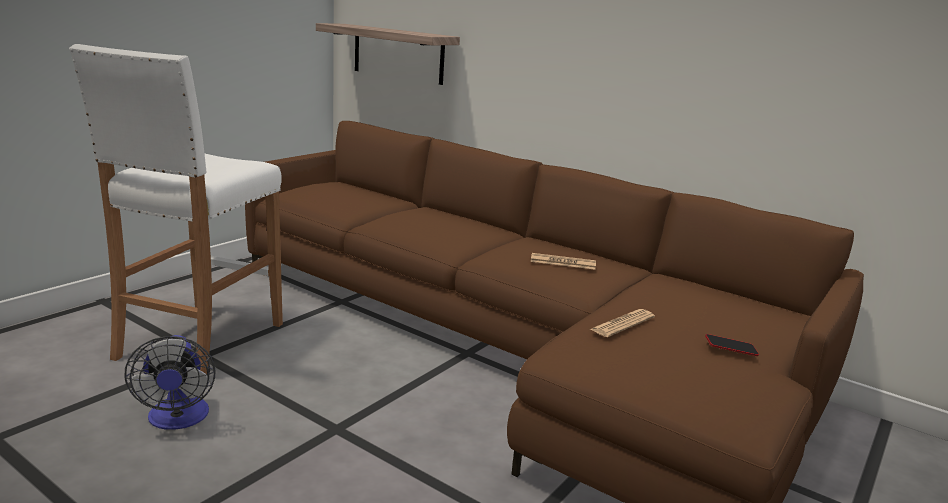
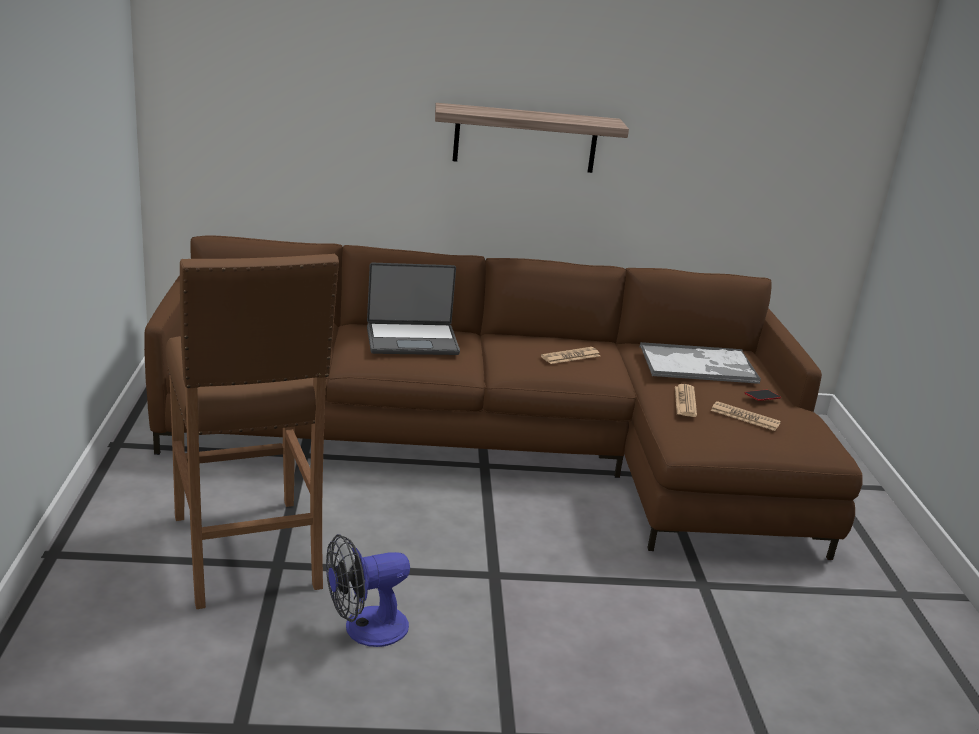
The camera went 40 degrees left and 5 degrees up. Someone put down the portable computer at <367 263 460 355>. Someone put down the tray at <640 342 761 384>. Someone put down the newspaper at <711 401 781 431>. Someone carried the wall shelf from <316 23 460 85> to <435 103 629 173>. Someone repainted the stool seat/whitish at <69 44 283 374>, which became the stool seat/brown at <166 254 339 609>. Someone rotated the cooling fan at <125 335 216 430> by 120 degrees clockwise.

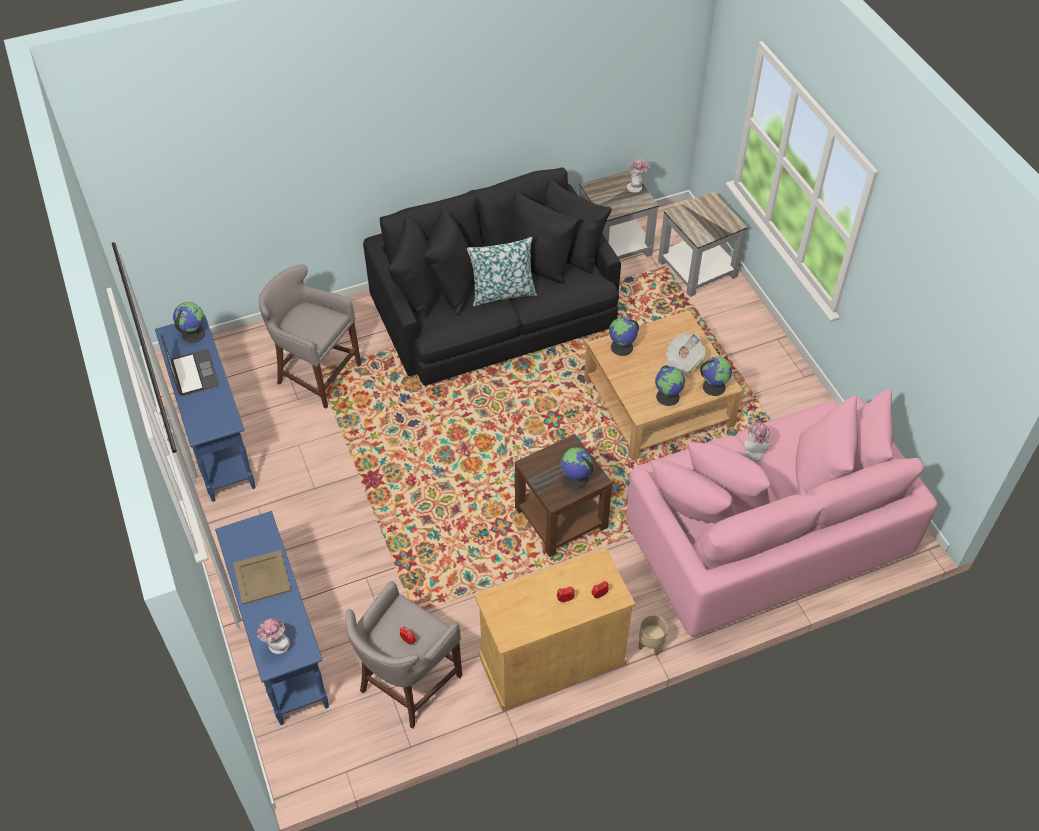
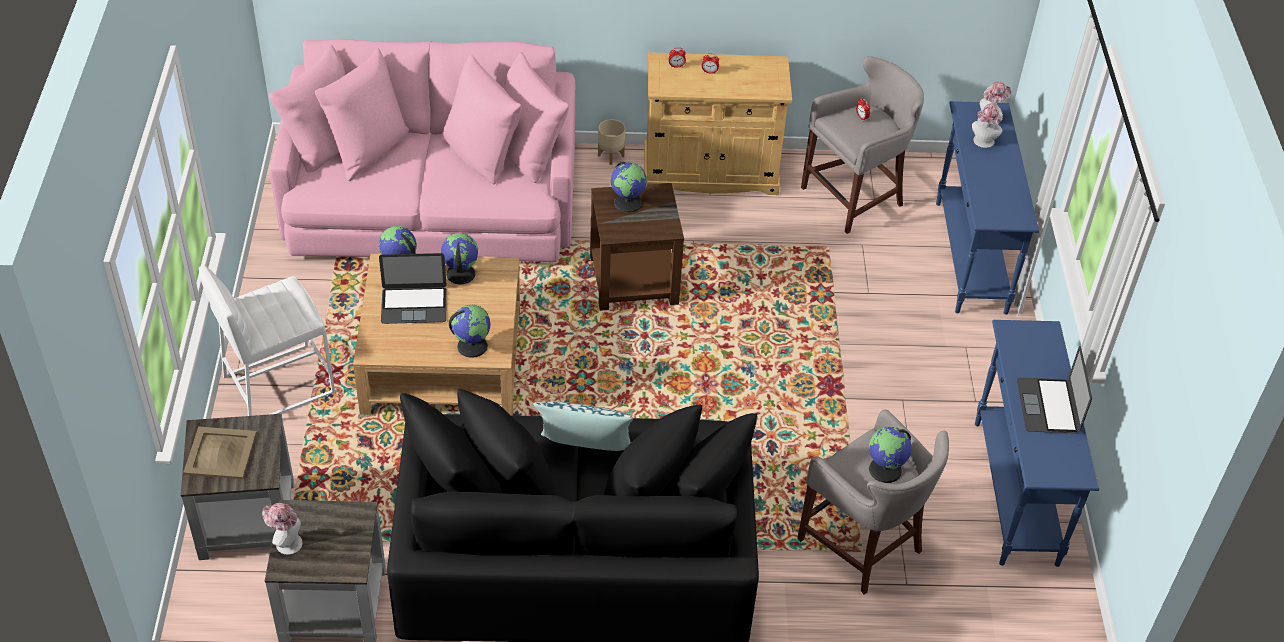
The camera went 160 degrees left and 5 degrees down. Someone put down the stool seat/whitish at <199 265 335 416>. Someone carried the globe from <173 302 206 343> to <869 427 912 483>. Someone carried the tray/beige-coloured from <233 550 291 605> to <183 426 257 479>. Someone carried the hat from <744 421 770 461> to <972 104 1003 148>. Someone swapped the newspaper at <664 334 706 376> for the portable computer at <379 253 447 324>.

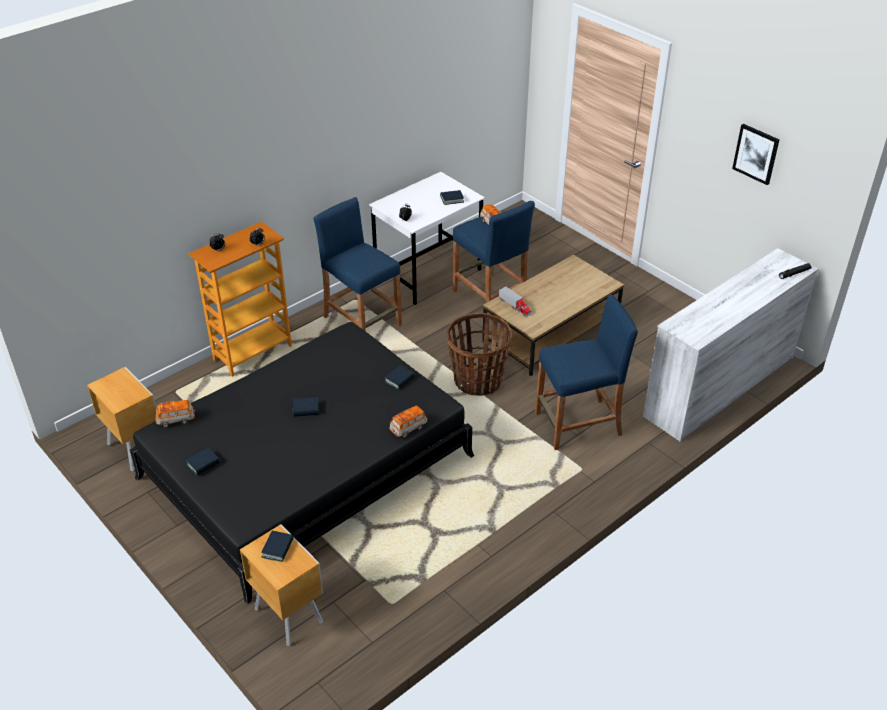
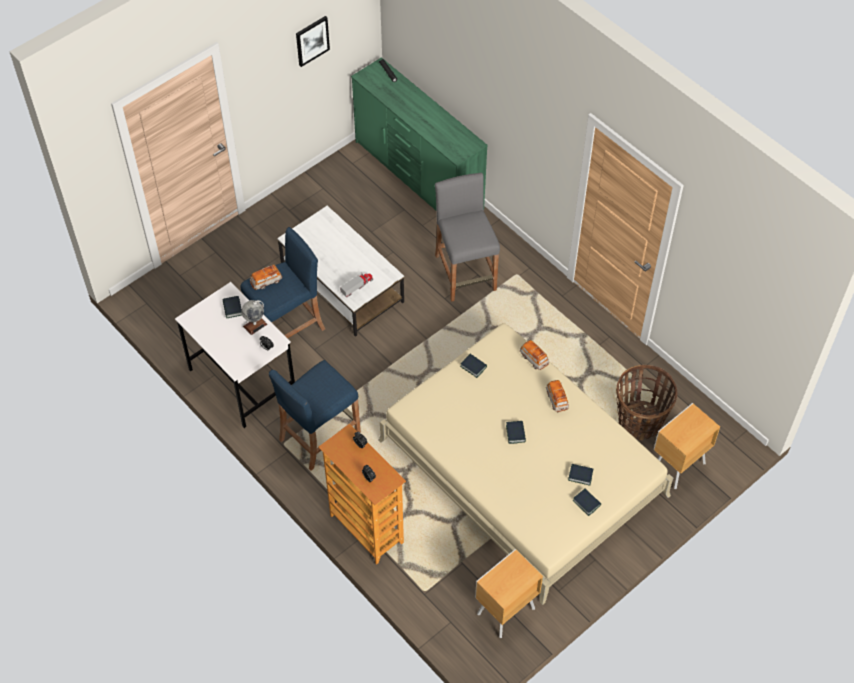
The camera went 90 degrees left and 15 degrees up. Someone put down the globe at <242 300 267 335>. Someone carried the model car from <155 400 195 428> to <546 380 569 413>. Someone carried the book from <261 531 294 562> to <568 464 593 486>. Someone carried the household basket from <447 313 512 396> to <616 365 677 441>. Someone repainted the bed/black at <130 322 474 604>, which became the bed/beige-coloured at <378 323 673 605>. Someone repainted the low table/brown at <482 255 624 376>, which became the low table/whitish at <277 206 404 337>. Someone repainted the stool seat/bluish at <535 294 638 450>, which became the stool seat/gray at <435 173 500 302>. Someone repainted the dresser/whitish at <643 248 818 441>, which became the dresser/green at <351 57 488 210>.

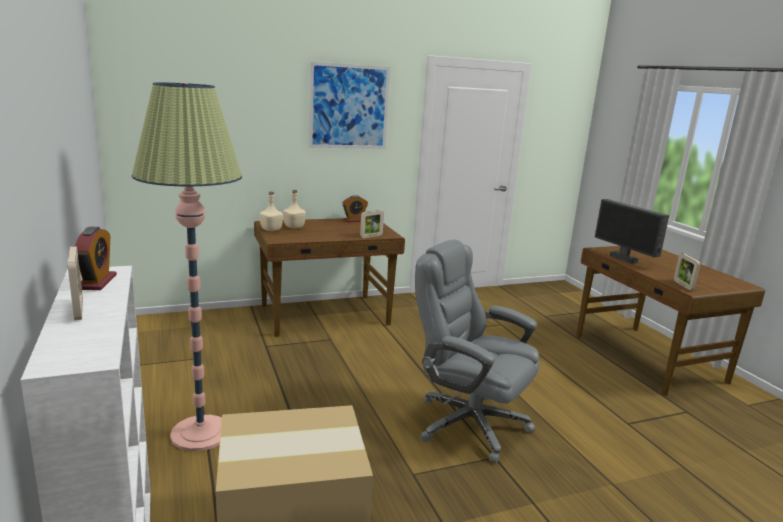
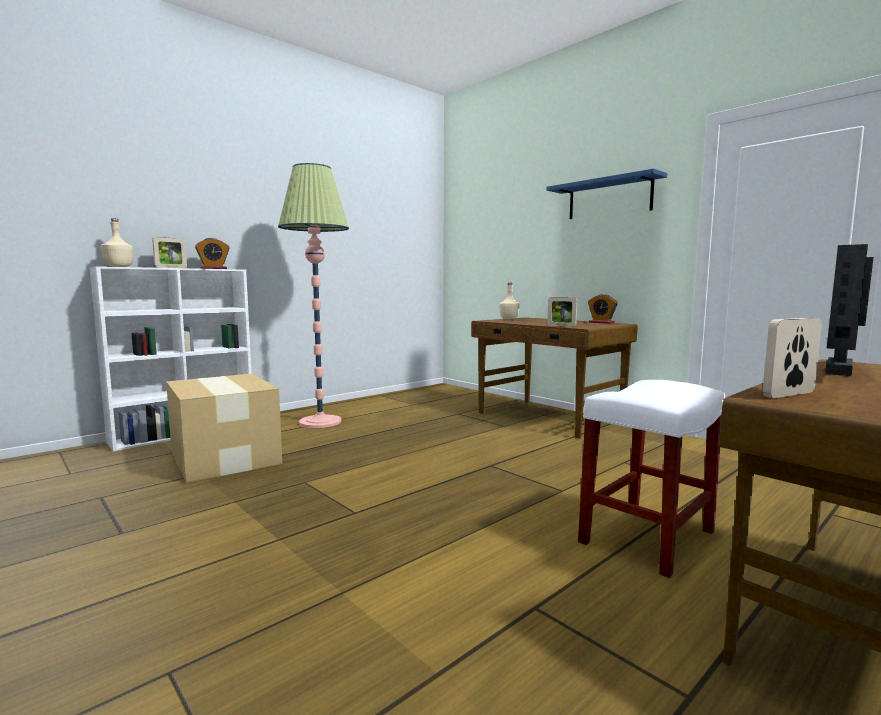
The camera went 70 degrees right and 10 degrees down. Someone took away the office chair/gray at <415 240 540 463>. Someone put down the stool seat/whitish at <578 380 725 578>. Someone carried the drink bottle/beige-coloured from <283 190 306 228> to <100 218 133 267>. Someone swapped the picture at <309 62 390 149> for the wall shelf/bluish at <546 169 667 219>.

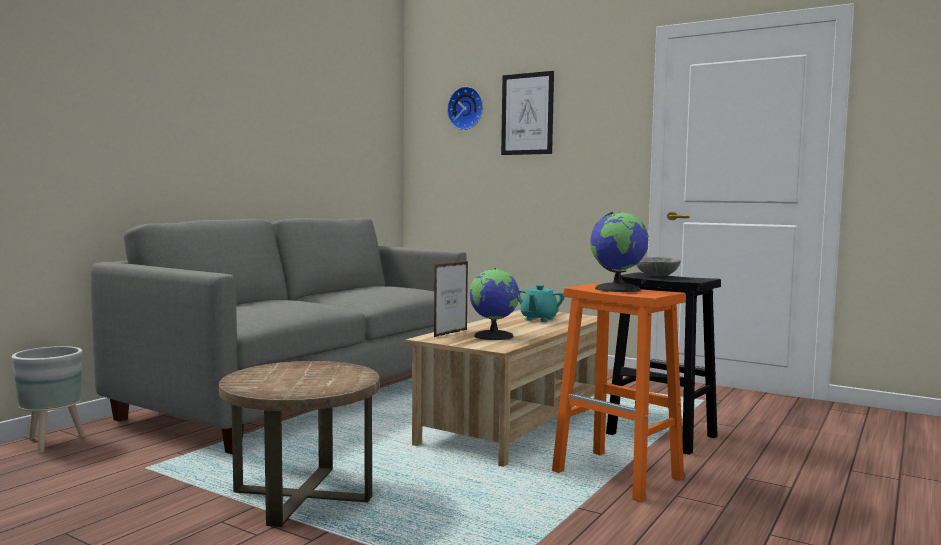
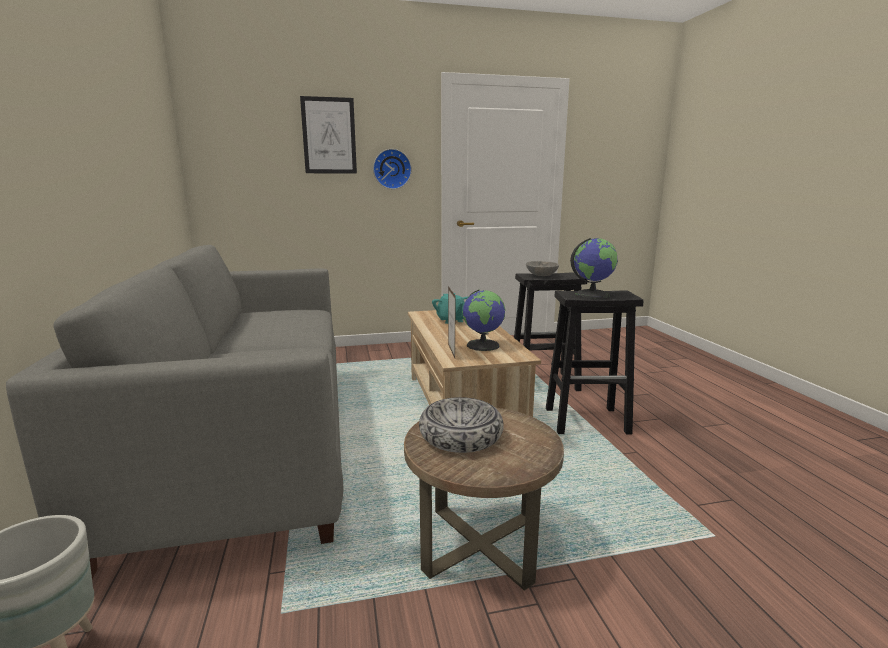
The camera went 45 degrees left and 10 degrees up. Someone put down the serving bowl at <419 397 504 453>. Someone carried the hanging clock from <447 86 483 130> to <373 149 412 189>. Someone repainted the stool seat/orangey at <552 283 686 502>, which became the stool seat/black at <546 290 644 435>.

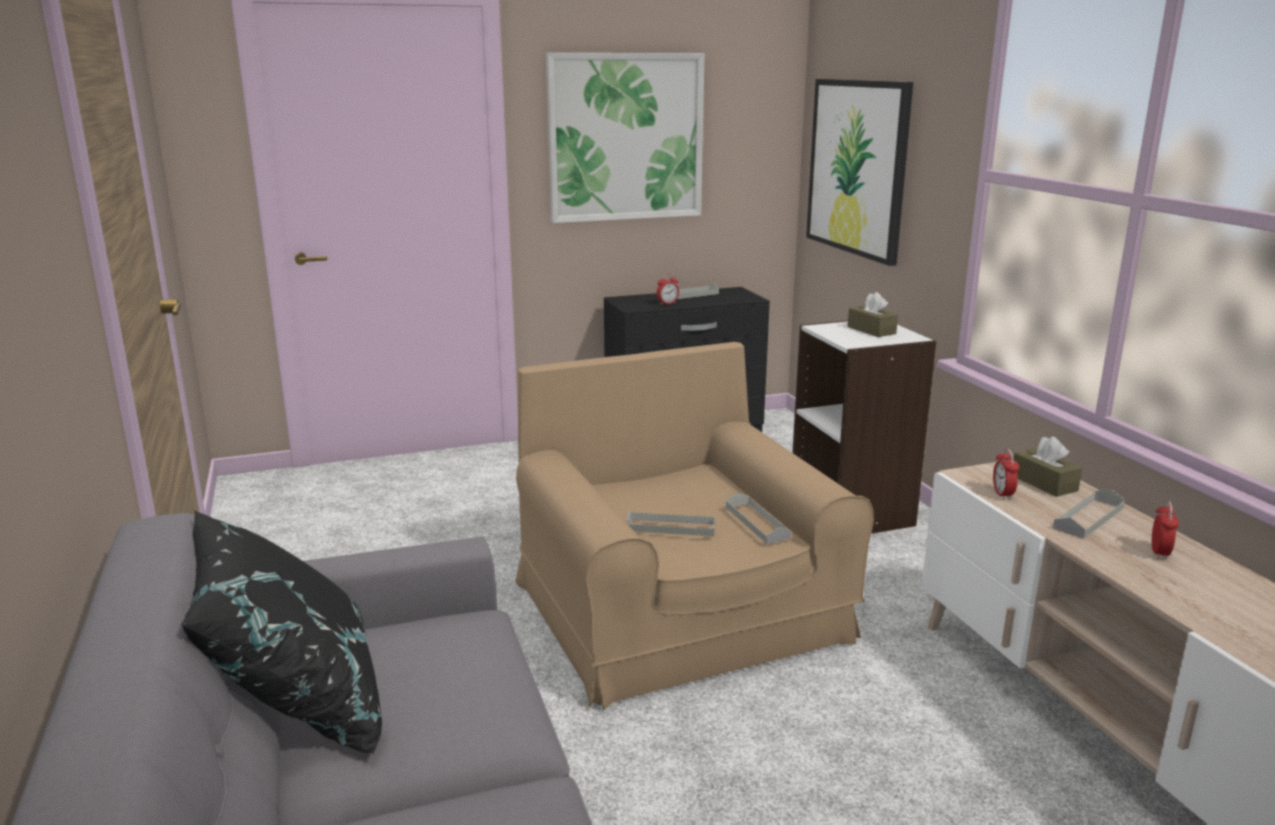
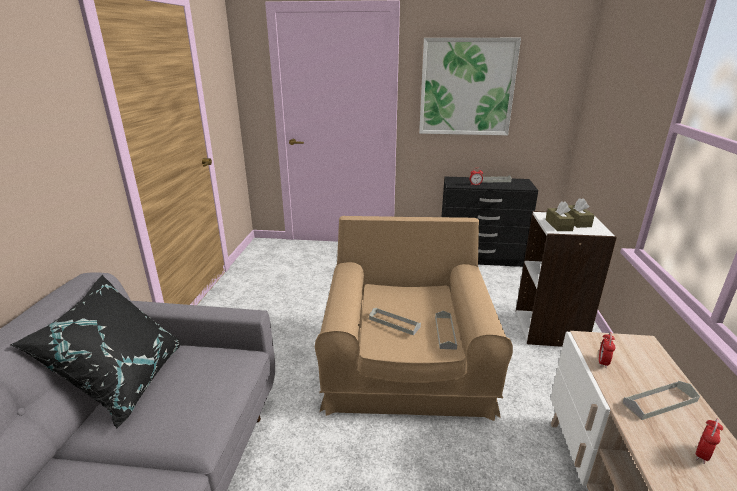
The camera went 25 degrees right and 5 degrees up. Someone took away the picture at <806 79 913 266>. Someone carried the tissue box/brown from <1014 436 1082 497> to <546 201 575 231>.

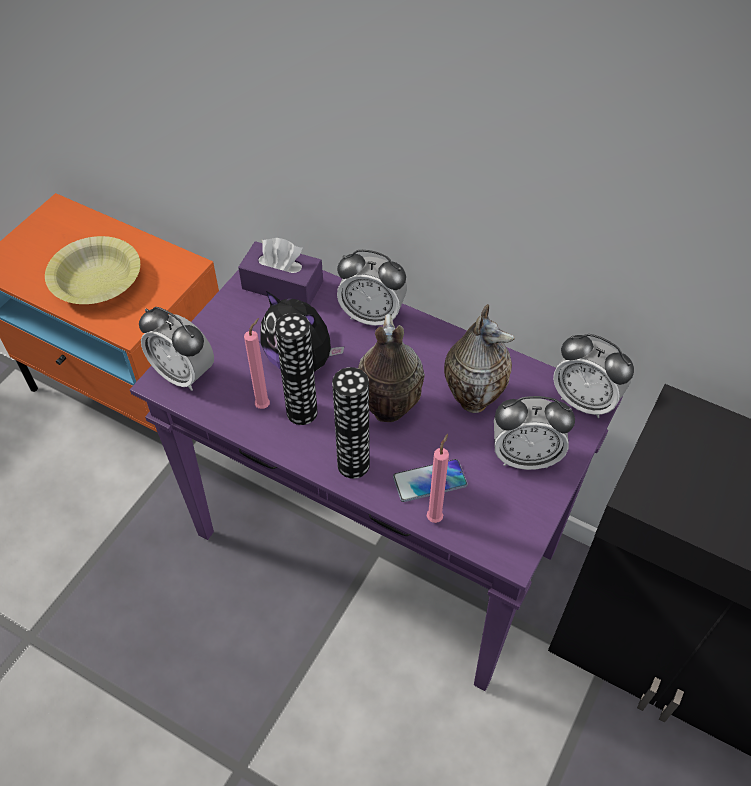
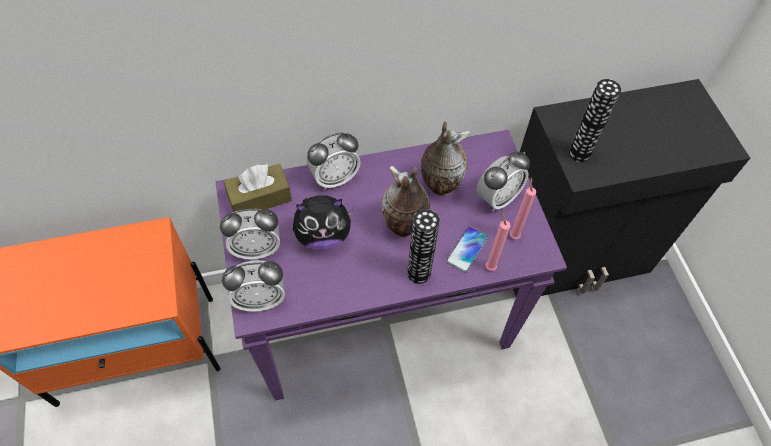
The camera went 45 degrees left and 5 degrees up. Someone took away the serving bowl/yellow at <45 236 140 304>. Someone carried the wax candle/pink from <244 318 270 409> to <510 177 536 239>. Someone carried the decorative vase from <275 313 318 425> to <569 79 622 162>. Someone carried the table clock from <553 334 634 418> to <220 209 280 260>. Someone repainted the tissue box/purple-coloured at <238 238 323 305>, which became the tissue box/brown at <224 164 292 212>.

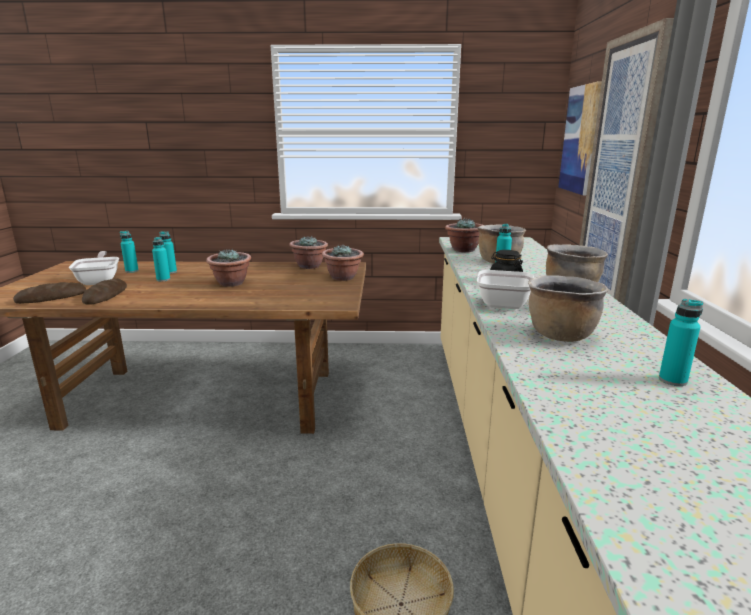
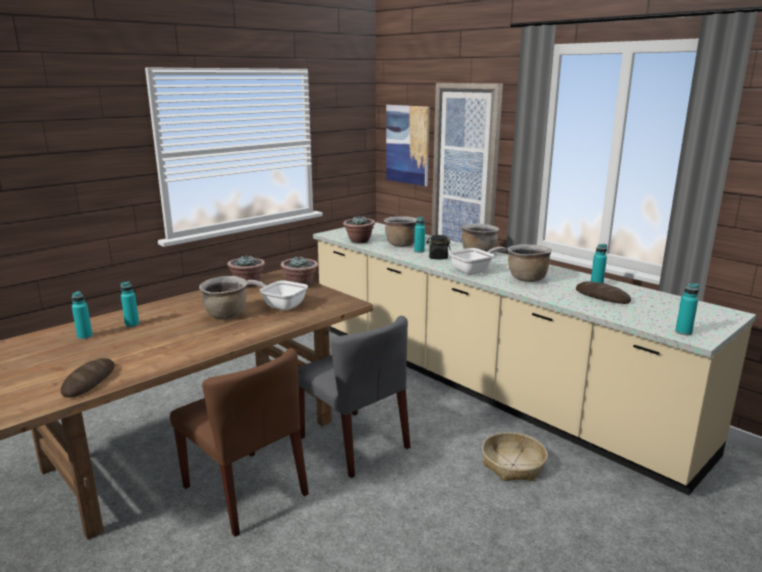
The camera went 45 degrees left and 0 degrees up. Someone put down the plain chair/brown at <170 348 309 537>. Someone put down the plain chair/gray at <298 316 410 478>. Someone carried the frying pan from <69 251 119 285> to <247 280 308 311>. Someone carried the baked bread from <82 279 127 305> to <576 281 631 304>. Someone carried the drink bottle/turquoise from <152 237 170 282> to <675 284 699 335>. Someone swapped the plant in a pot at <206 249 251 287> for the stockpot/brown at <199 276 247 319>.

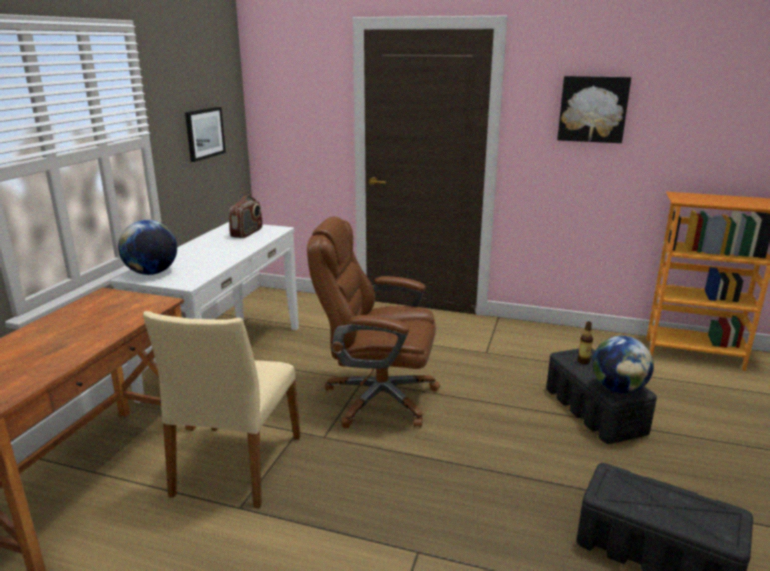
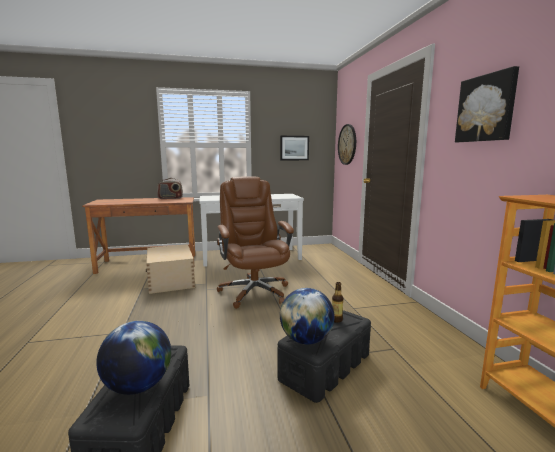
The camera went 60 degrees right and 10 degrees down. Someone put up the hanging clock at <338 124 356 165>. Someone carried the globe from <118 220 177 275> to <96 321 171 395>. Someone carried the radio receiver from <229 196 263 238> to <157 178 183 199>. Someone swapped the plain chair/beige-coloured at <143 311 301 509> for the storage container/beige-coloured at <146 244 195 294>.

